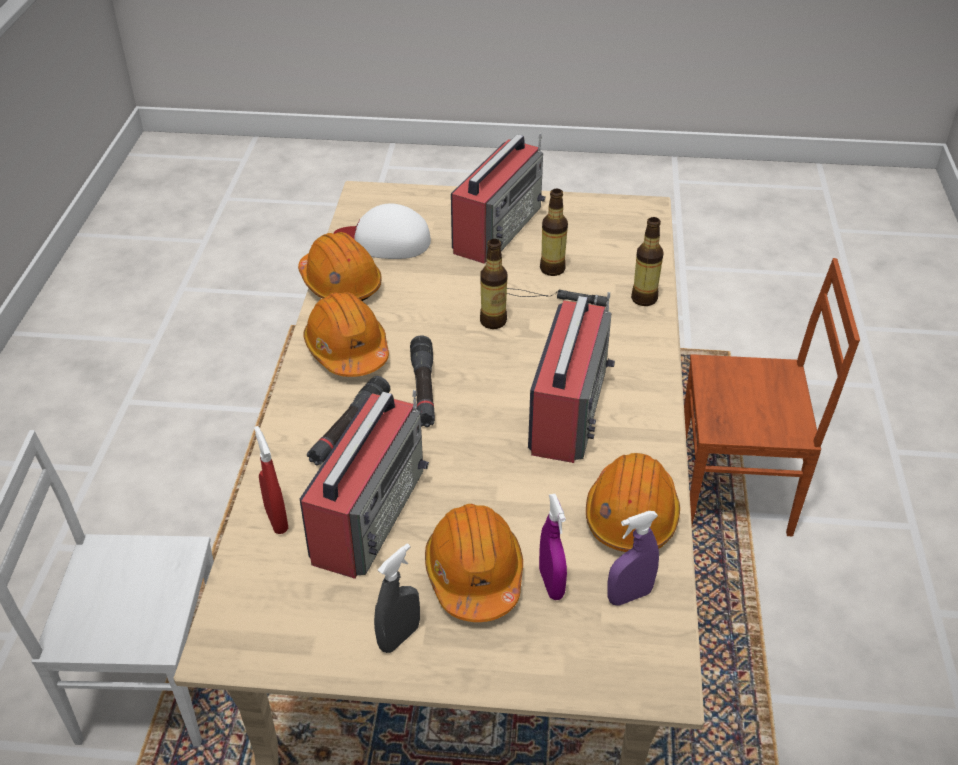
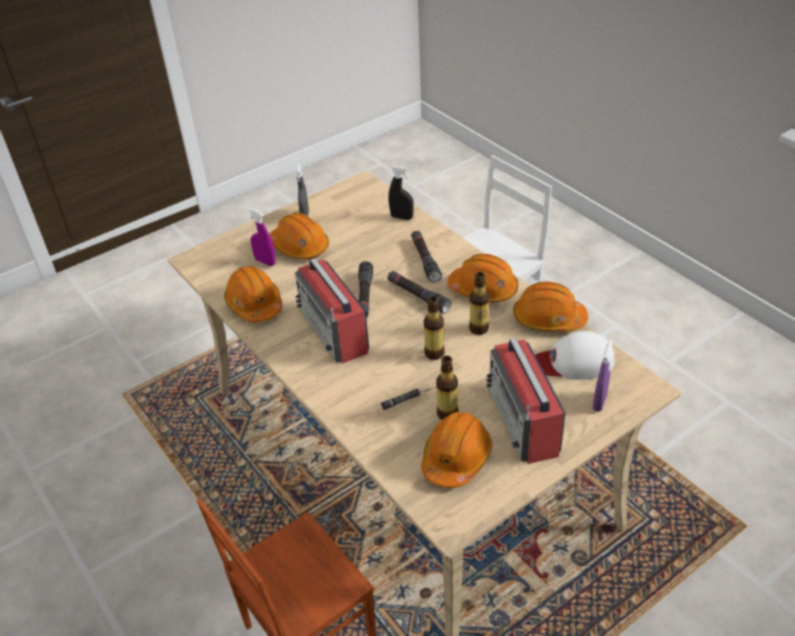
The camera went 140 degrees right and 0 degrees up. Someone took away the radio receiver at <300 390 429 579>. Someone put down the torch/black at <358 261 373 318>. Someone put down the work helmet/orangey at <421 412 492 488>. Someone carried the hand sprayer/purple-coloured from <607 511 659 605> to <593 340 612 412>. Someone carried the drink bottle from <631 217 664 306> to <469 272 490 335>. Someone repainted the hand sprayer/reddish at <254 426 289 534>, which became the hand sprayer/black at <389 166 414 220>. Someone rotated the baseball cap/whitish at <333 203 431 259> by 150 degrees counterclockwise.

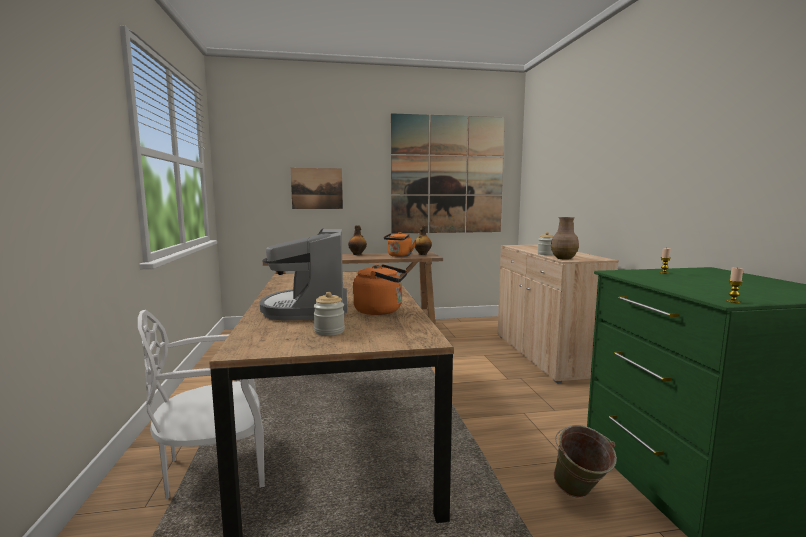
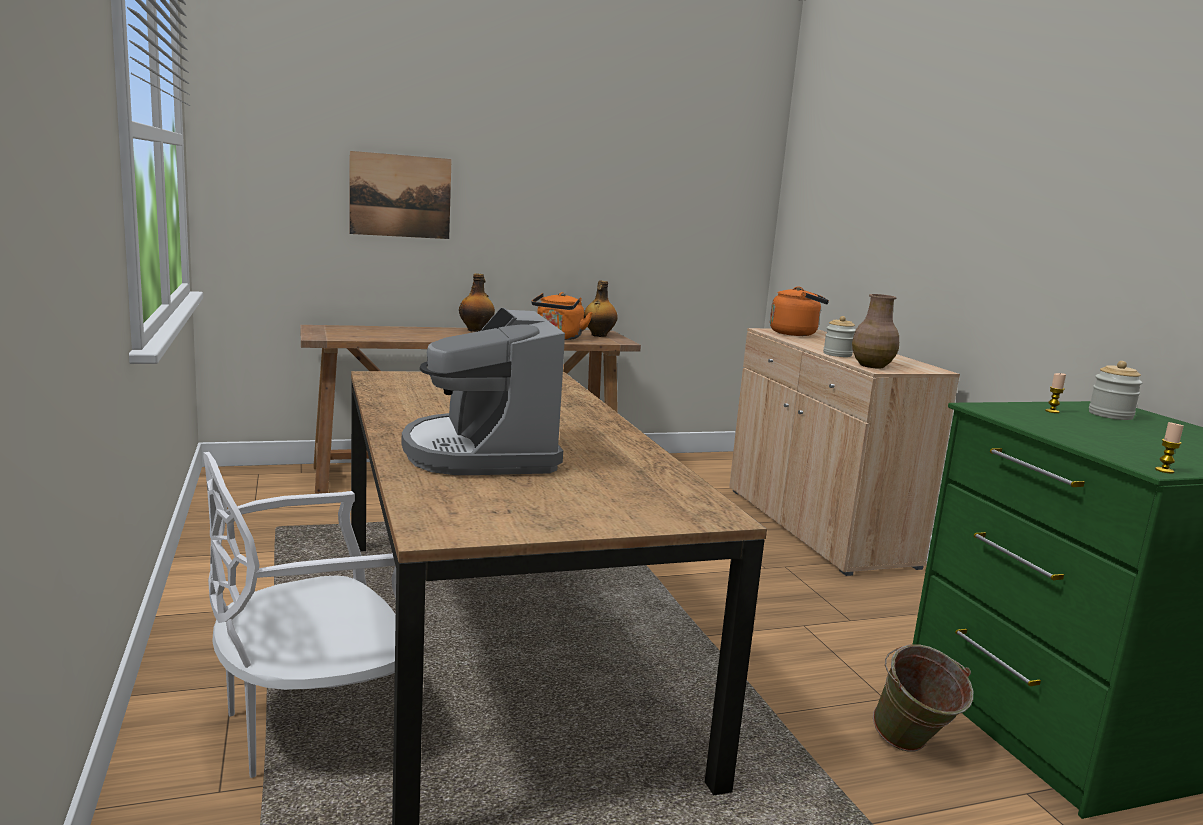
The camera went 10 degrees left and 5 degrees up. Someone took away the picture at <391 113 505 233>. Someone carried the preserve jar from <313 292 345 336> to <1089 361 1142 420>. Someone carried the kettle/orangey from <353 264 407 315> to <770 287 829 336>.

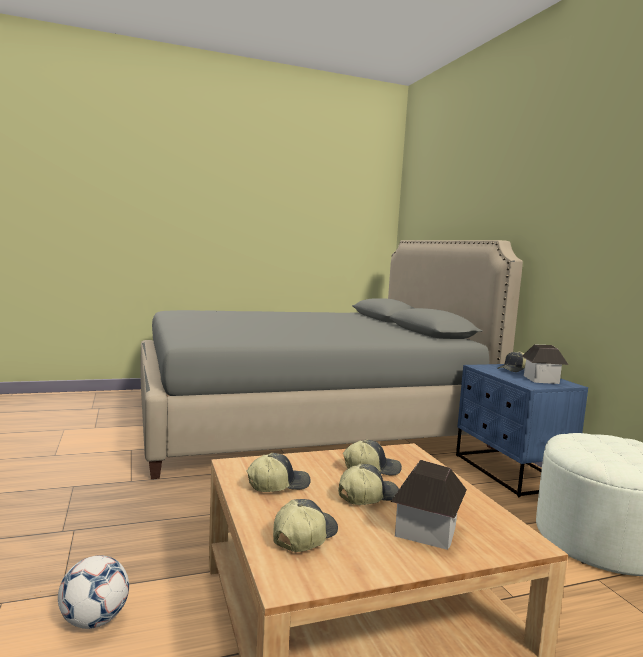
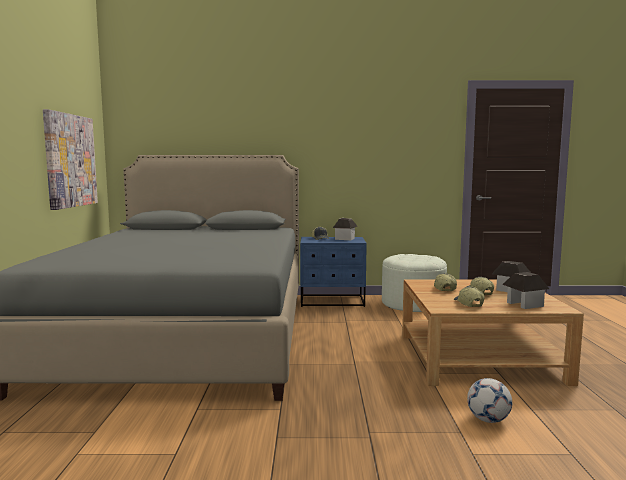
The camera went 70 degrees left and 0 degrees up. Someone put up the picture at <43 109 98 210>. Someone swapped the baseball cap at <273 499 338 552> for the toy house at <502 272 549 309>.

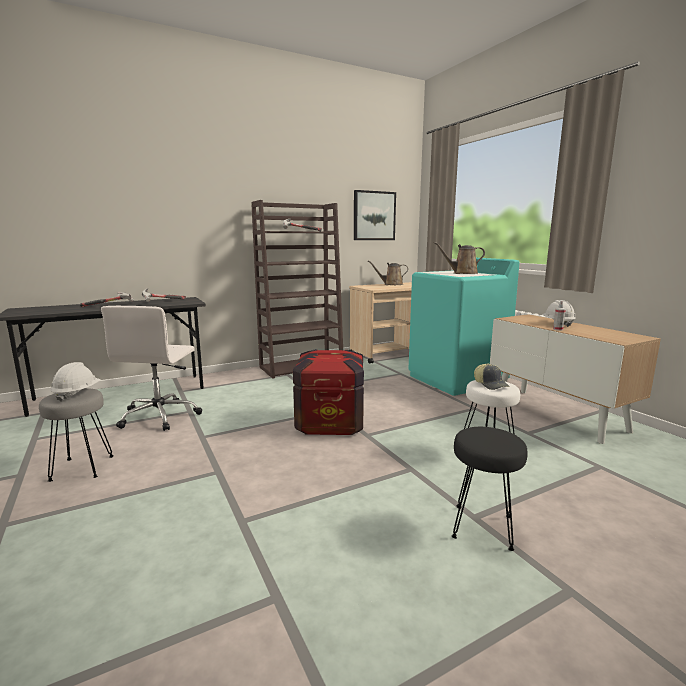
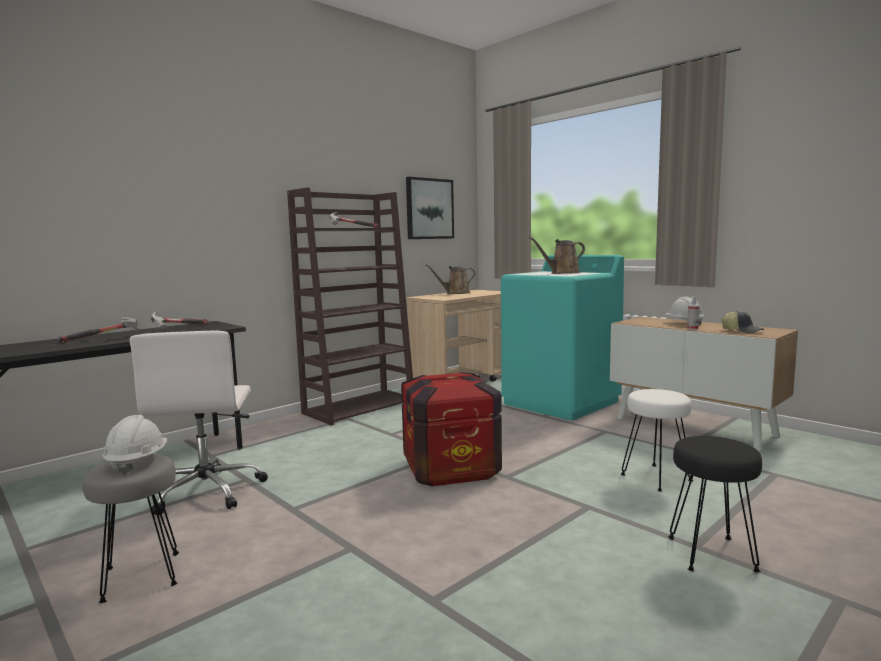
The camera went 15 degrees left and 5 degrees down. Someone carried the baseball cap from <474 363 510 390> to <721 311 764 333>.

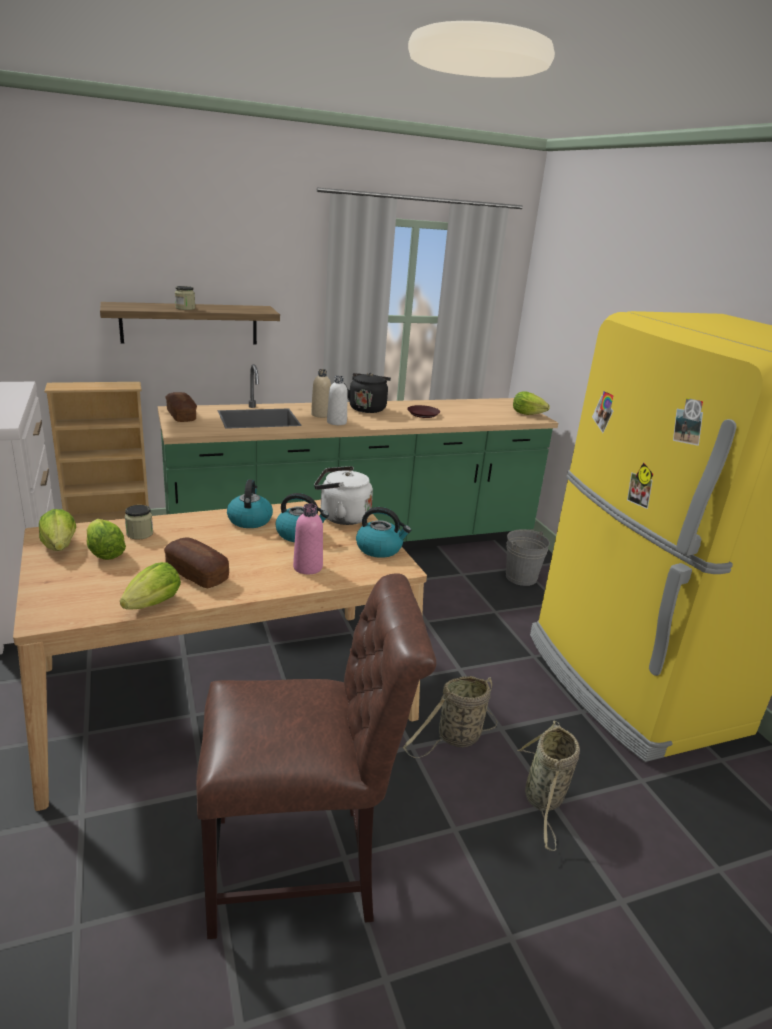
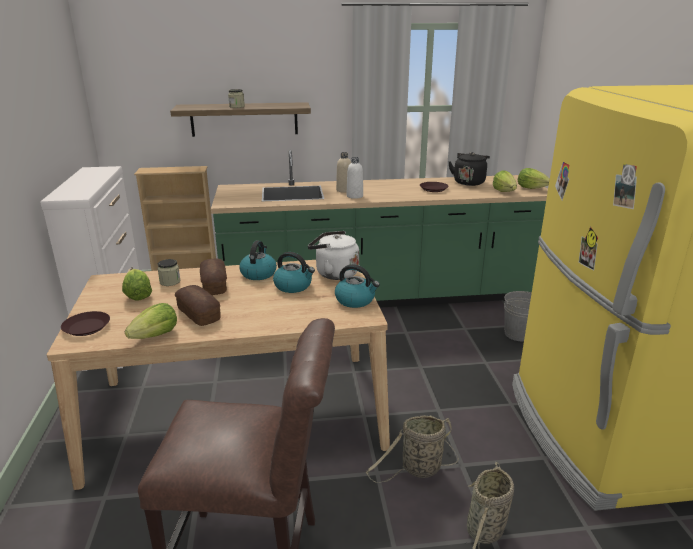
The camera went 15 degrees right and 0 degrees up. Someone took away the drink bottle/pink at <293 504 323 574>. Someone put down the dinner plate/brown at <61 311 110 336>. Someone carried the head of lettuce from <39 509 76 551> to <493 170 517 192>. Someone carried the baked bread from <166 392 197 422> to <200 259 227 295>. Someone carried the kettle/black from <344 373 391 413> to <448 152 490 186>.

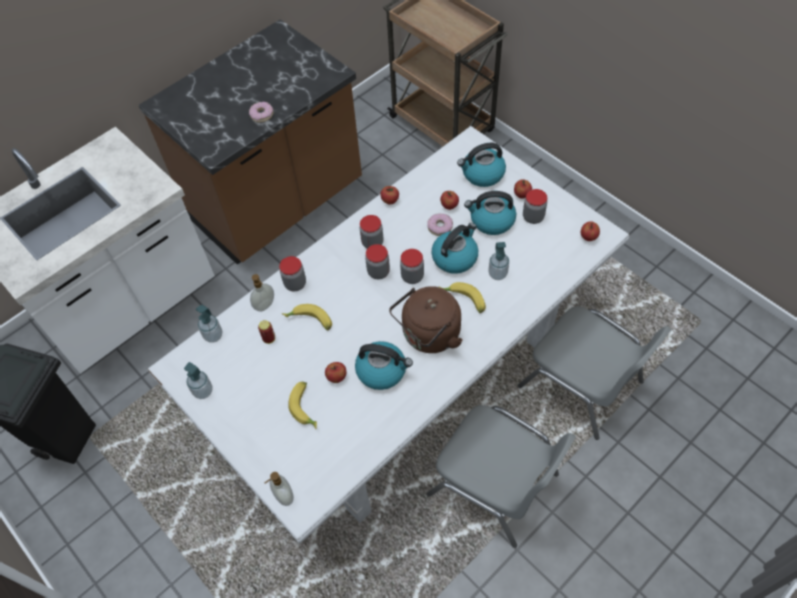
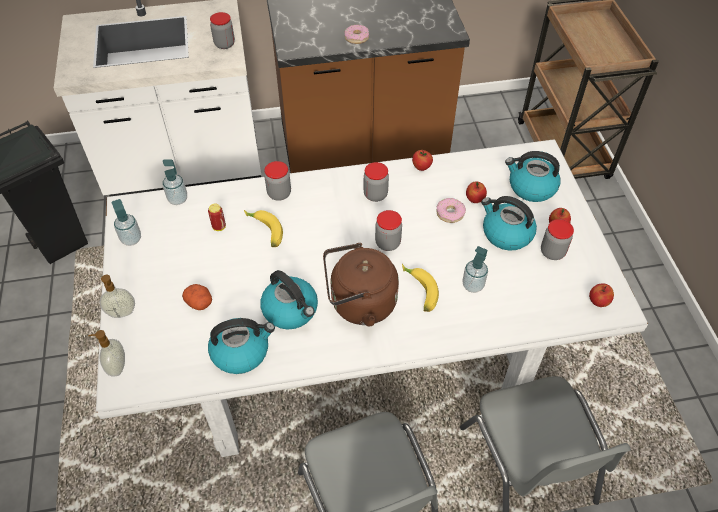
The camera went 30 degrees right and 5 degrees down. Someone took away the apple at <325 362 347 383>. Someone carried the soap dispenser from <250 274 274 312> to <99 275 135 318>. Someone carried the preserve jar from <365 244 390 279> to <210 12 235 49>. Someone carried the kettle from <432 223 478 274> to <208 318 275 374>. Someone swapped the banana at <288 382 317 429> for the potato at <182 284 212 310>.

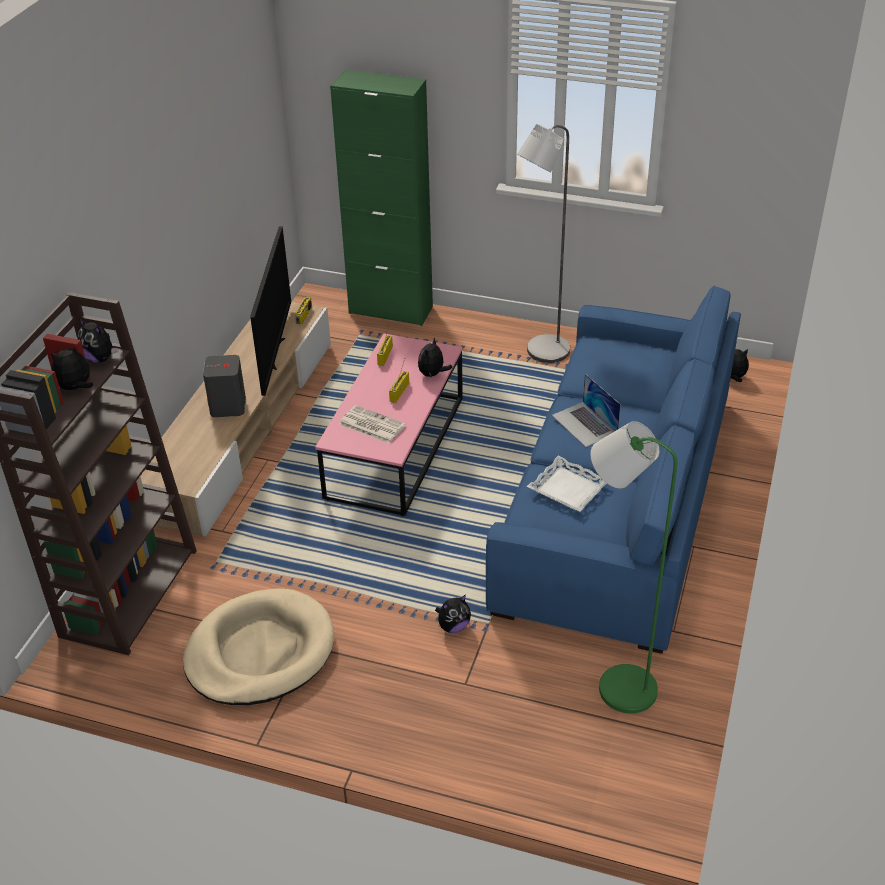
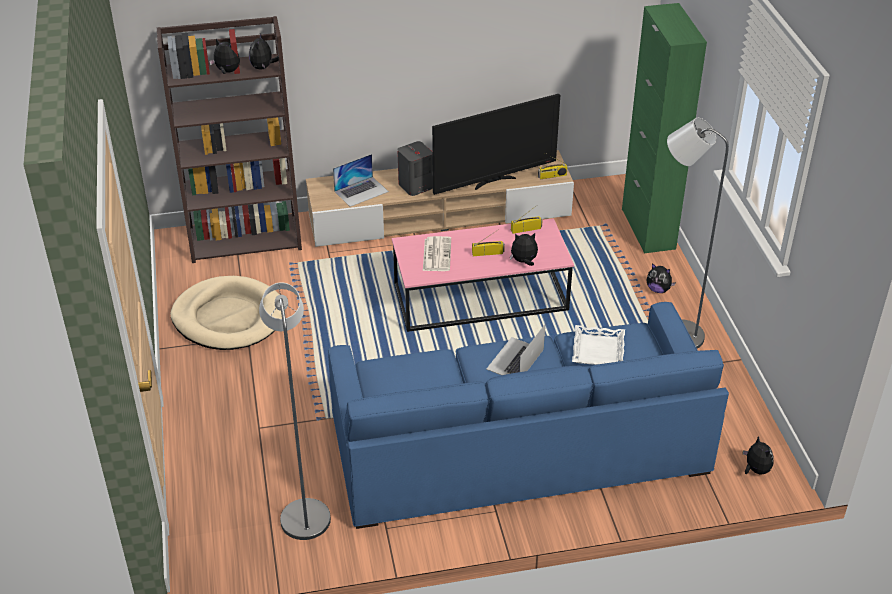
The camera went 60 degrees right and 0 degrees up. Someone put down the portable computer at <333 154 389 207>. Someone carried the cuddly toy from <435 594 471 633> to <647 263 676 293>. Someone carried the tray/whitish from <527 456 607 512> to <572 325 625 365>. Someone repainted the floor lamp/green at <590 421 677 714>, which became the floor lamp/gray at <259 283 331 540>.

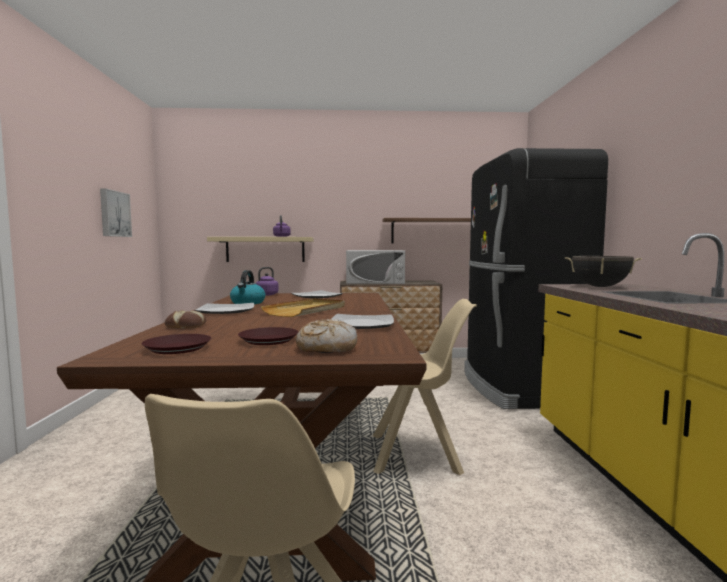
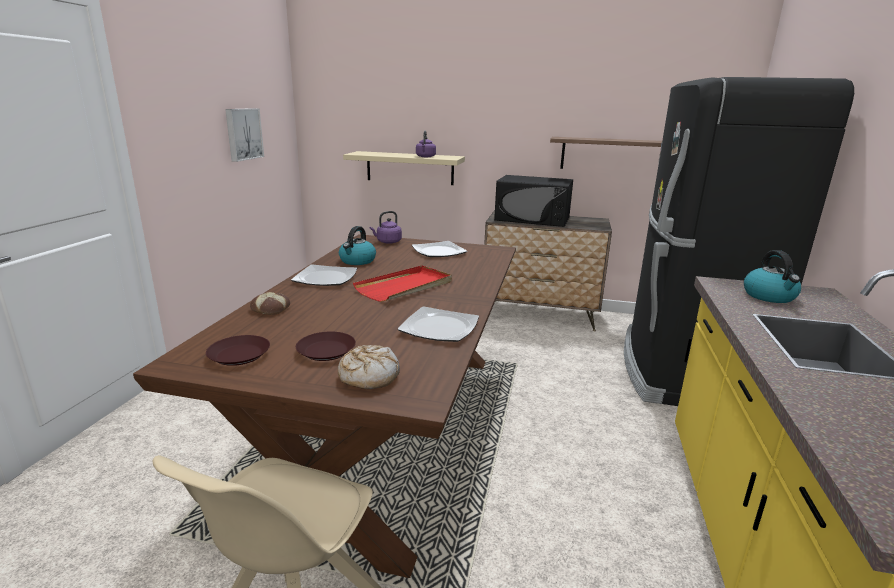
The camera went 15 degrees right and 15 degrees up. Someone took away the plain chair/beige-coloured at <373 299 477 475>. Someone swapped the stockpot/black at <565 256 642 287> for the kettle at <744 250 801 303>. Someone repainted the tray/beige-coloured at <261 298 345 317>, which became the tray/reddish at <353 265 452 302>. Someone repainted the kitchen microwave/whitish at <346 250 405 284>, which became the kitchen microwave/black at <494 175 573 227>.

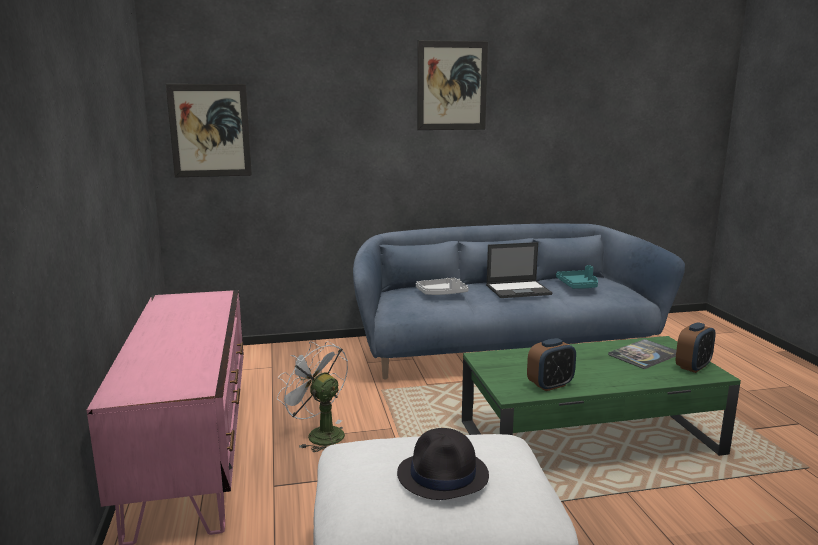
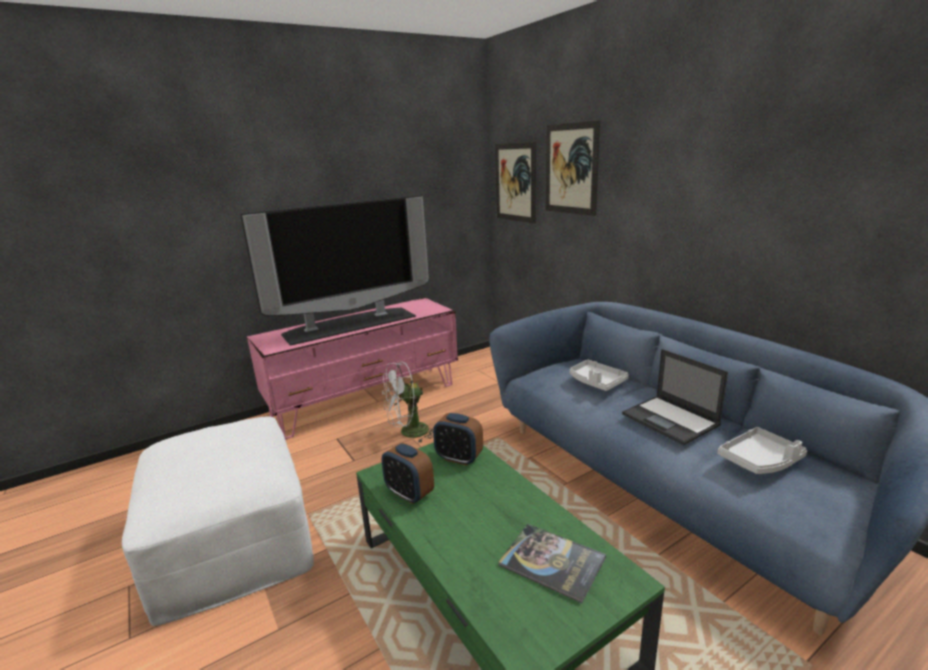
The camera went 70 degrees right and 5 degrees up. Someone took away the hat/black at <397 428 489 500>. Someone put down the TV set at <240 195 429 346>. Someone carried the picture from <417 40 488 130> to <546 120 600 216>. Someone carried the table clock from <676 322 716 373> to <433 413 483 466>. Someone repainted the tray/turquoise at <556 265 598 289>, which became the tray/whitish at <718 427 807 474>. Someone rotated the cooling fan/whitish at <277 341 348 452> by 135 degrees counterclockwise.

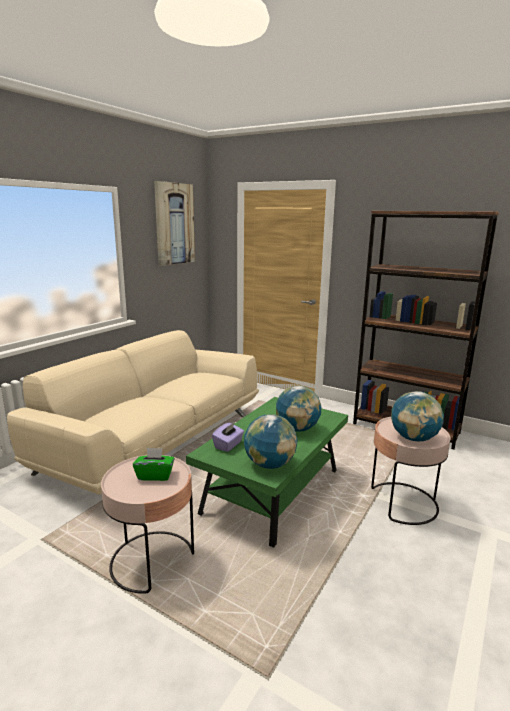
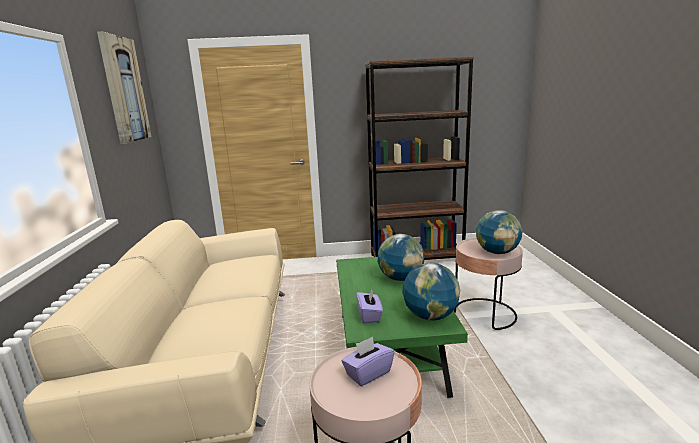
The camera went 35 degrees left and 0 degrees up. Someone repainted the tissue box/green at <133 448 175 481>, which became the tissue box/purple-coloured at <342 337 395 386>.

